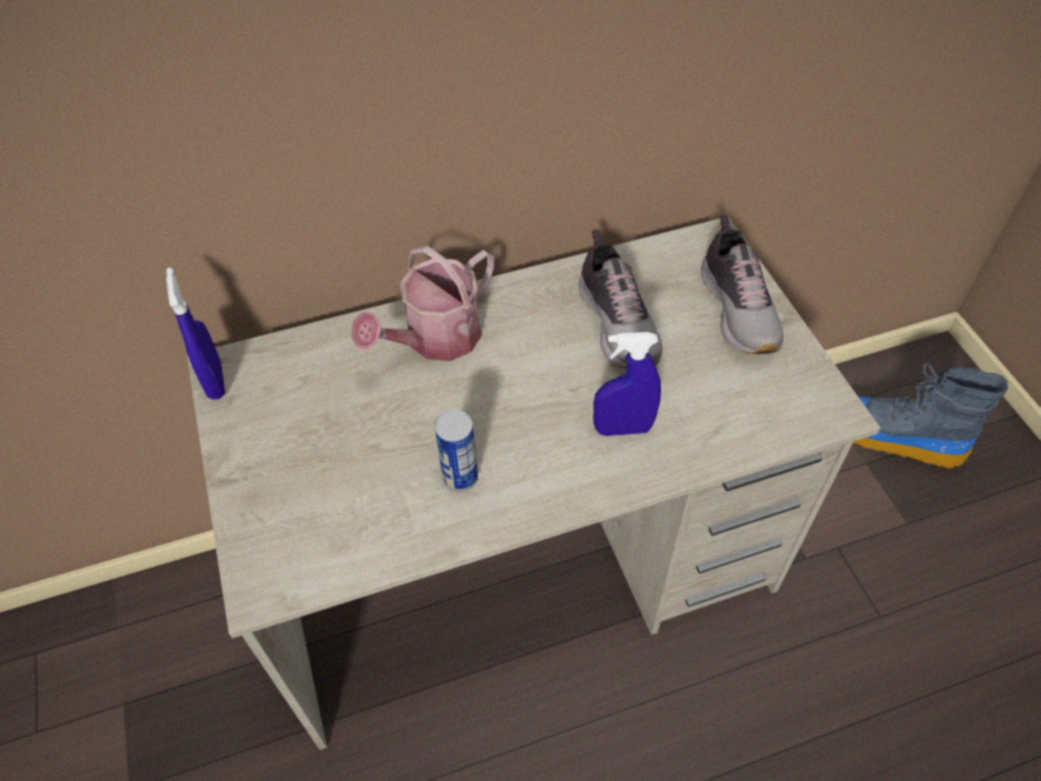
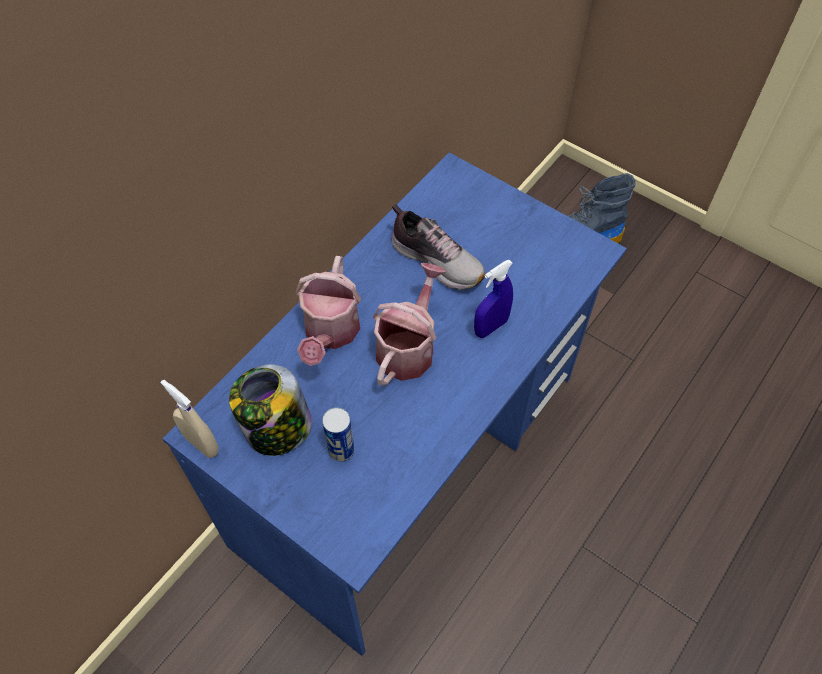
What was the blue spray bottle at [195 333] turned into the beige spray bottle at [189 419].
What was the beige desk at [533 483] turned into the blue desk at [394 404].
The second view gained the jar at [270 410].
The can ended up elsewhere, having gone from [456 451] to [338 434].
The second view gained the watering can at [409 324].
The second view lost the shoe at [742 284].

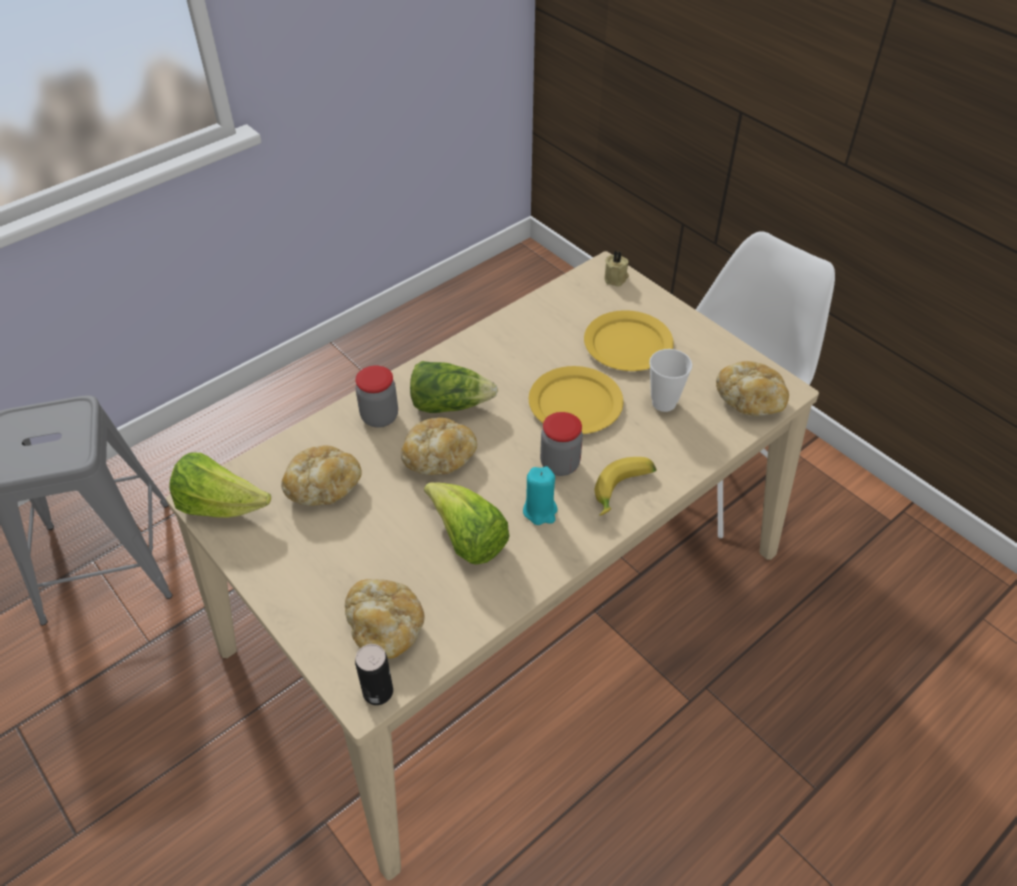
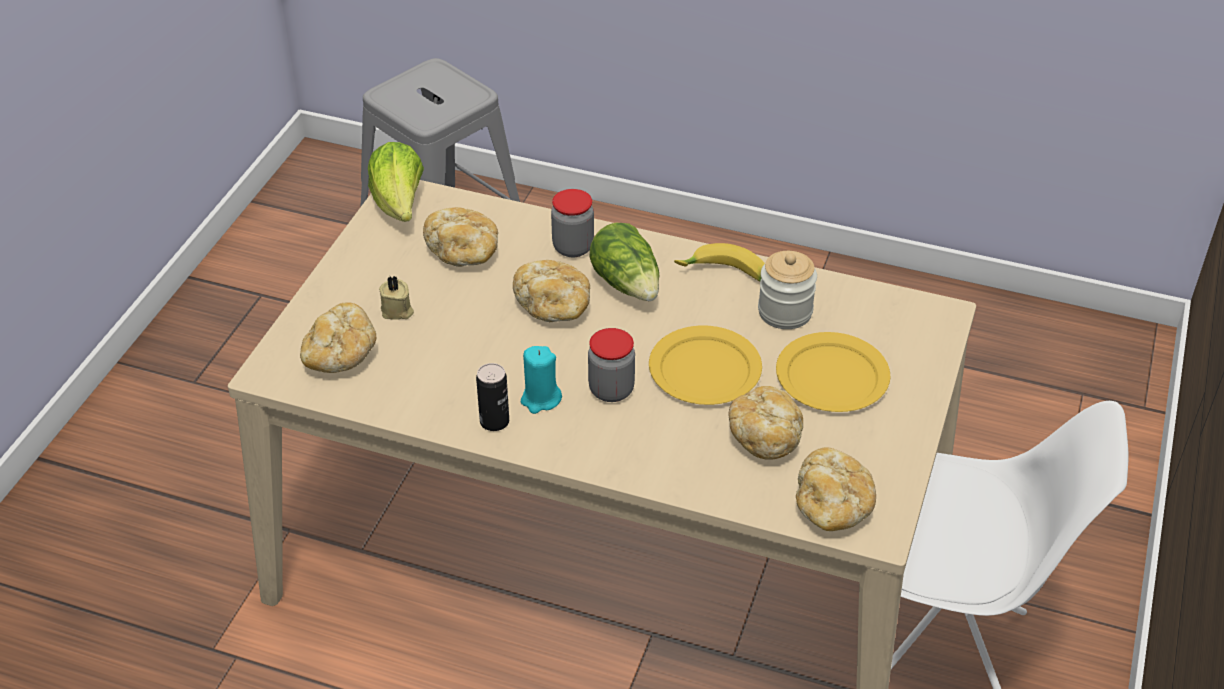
The beige candle ended up elsewhere, having gone from [616 268] to [396 297].
The can ended up elsewhere, having gone from [374 674] to [492 397].
The banana ended up elsewhere, having gone from [626 486] to [719 262].
Where the cup stood at [670 380], the bread came to stand at [766 423].
The second view gained the jar at [787 290].
The second view lost the lettuce at [467 523].

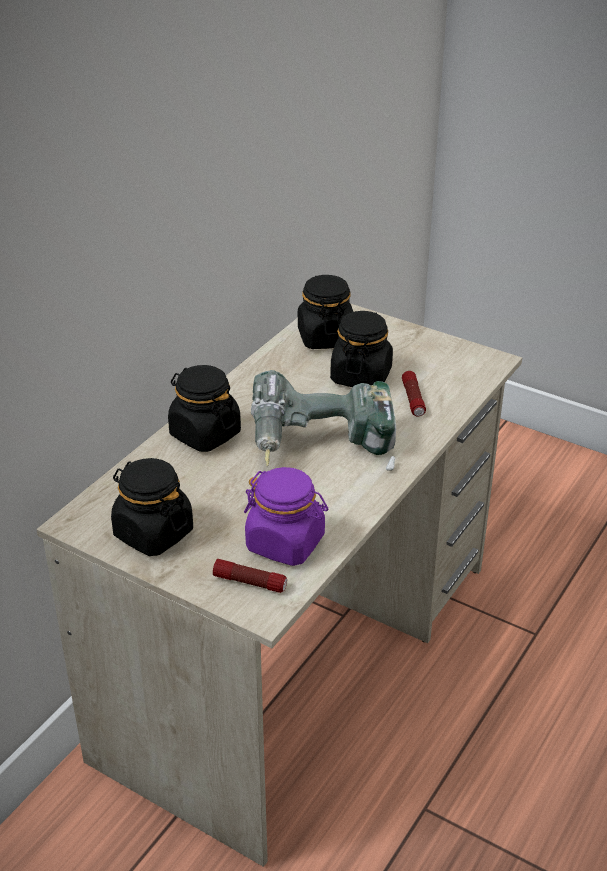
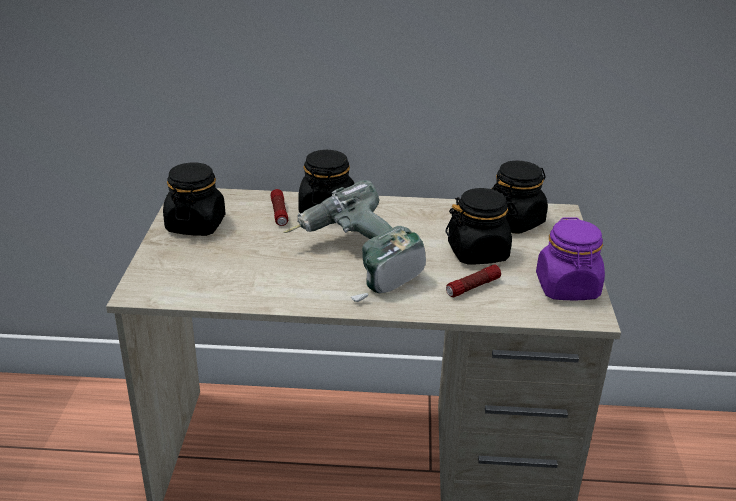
The flashlight ended up elsewhere, having gone from [250 576] to [279 207].
The purple jar ended up elsewhere, having gone from [286 516] to [570 259].

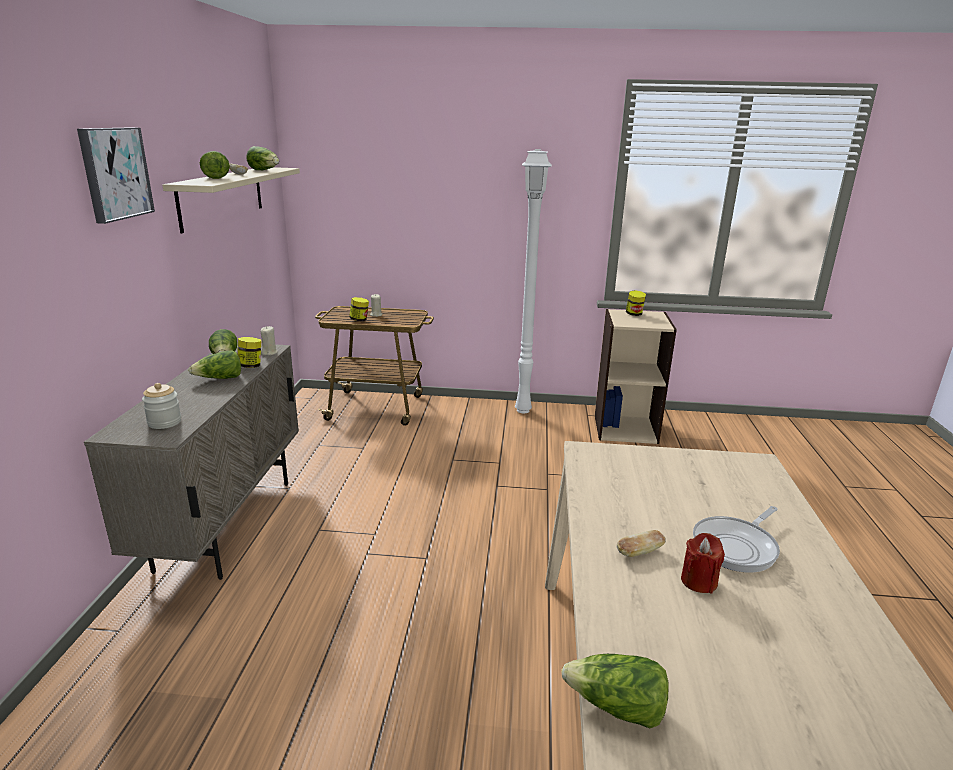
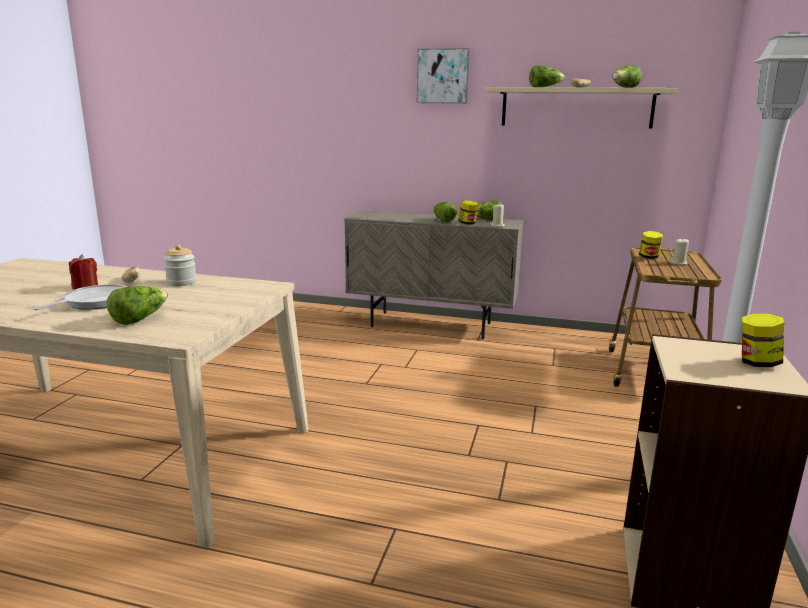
The frying pan at [736 539] ended up facing another way, 60 degrees clockwise from before.
The lettuce ended up elsewhere, having gone from [615 691] to [137 305].
The jar ended up elsewhere, having gone from [161 406] to [180 265].

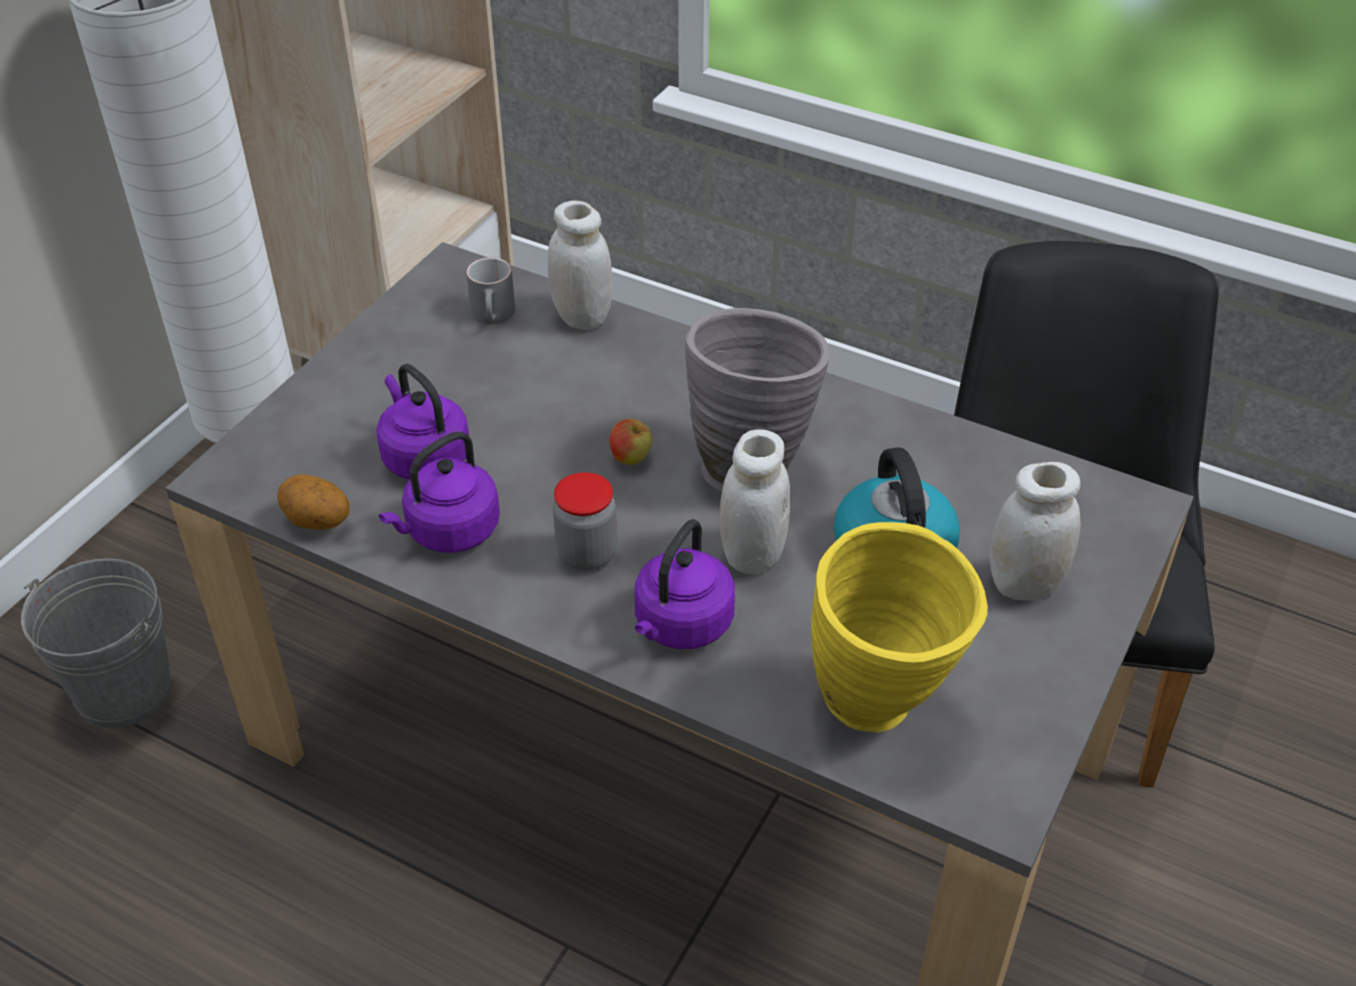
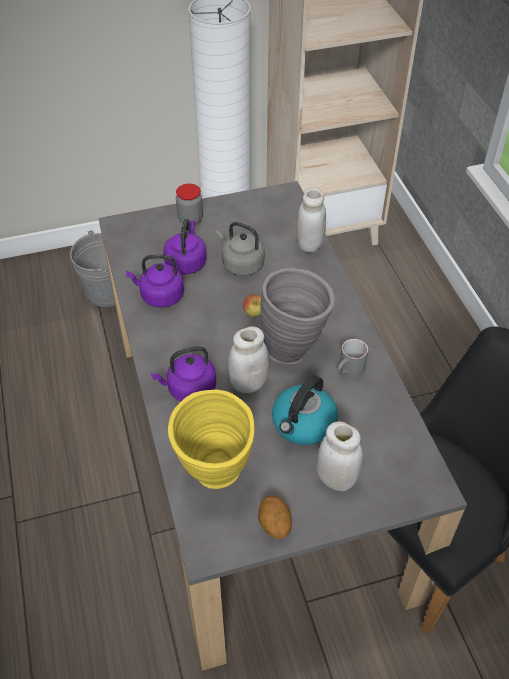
The jar ended up elsewhere, having gone from [585 521] to [189 204].
The second view gained the grey kettle at [240 249].
The potato ended up elsewhere, having gone from [313 502] to [275 517].
The grey mug ended up elsewhere, having gone from [490 290] to [352 358].

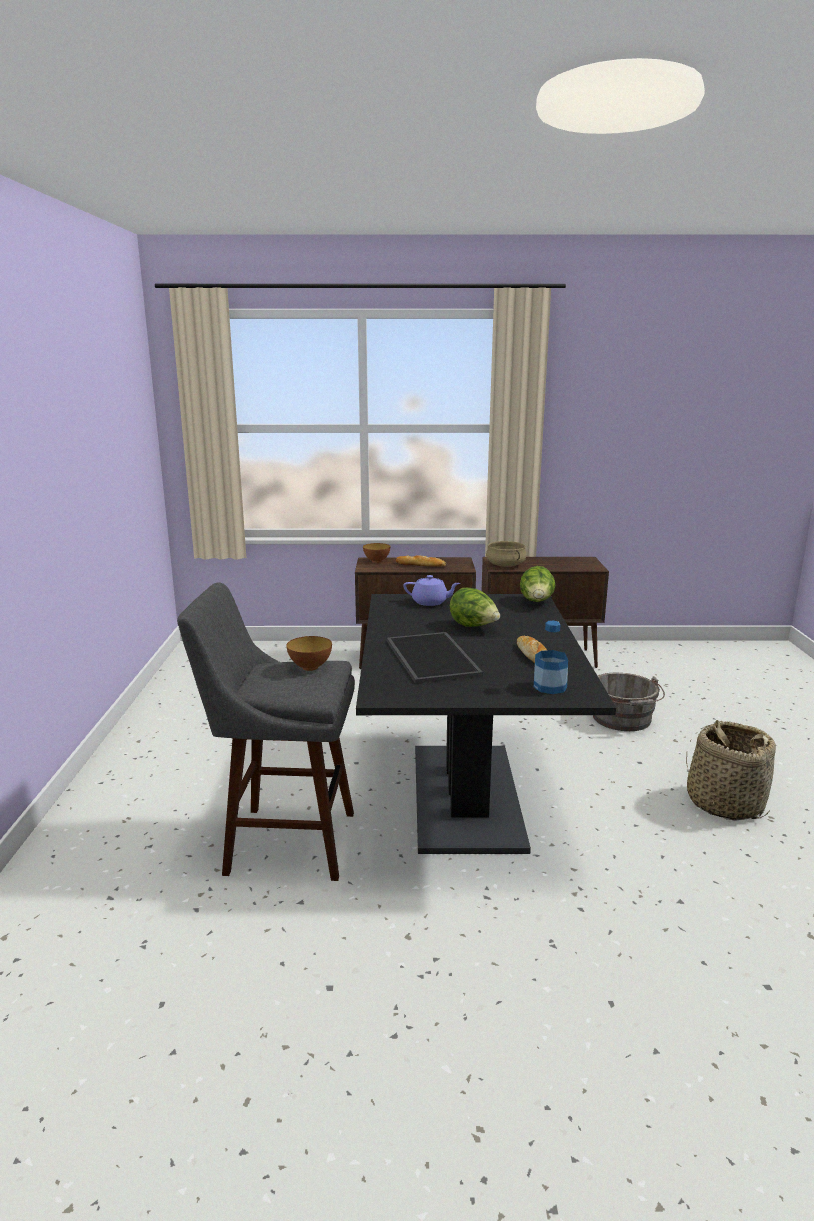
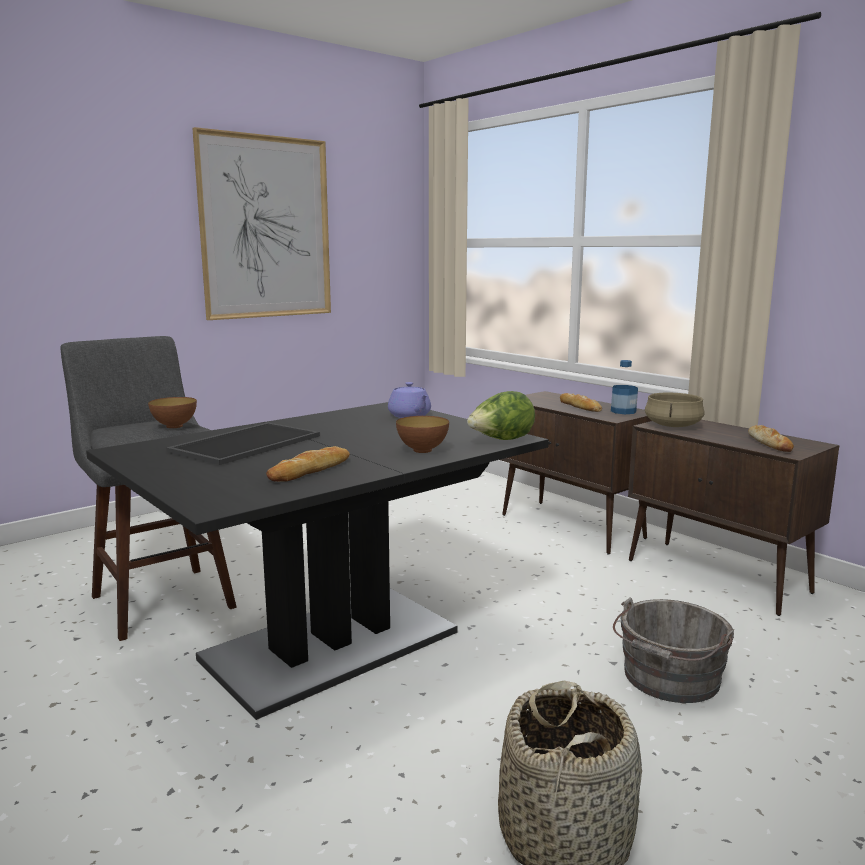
The second view gained the picture at [261 223].
The bowl ended up elsewhere, having gone from [376 553] to [422 434].
The bottle ended up elsewhere, having gone from [551 657] to [624 387].
The second view gained the bread at [771 438].
The second view lost the lettuce at [474 607].

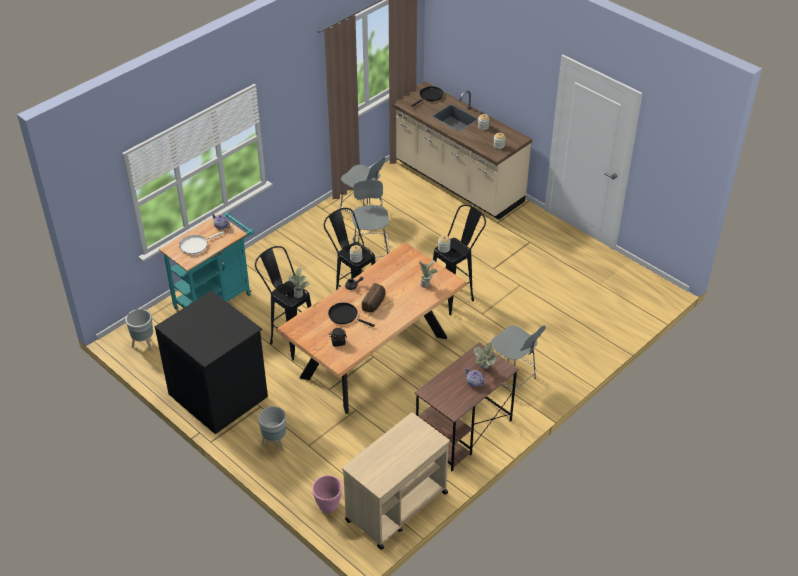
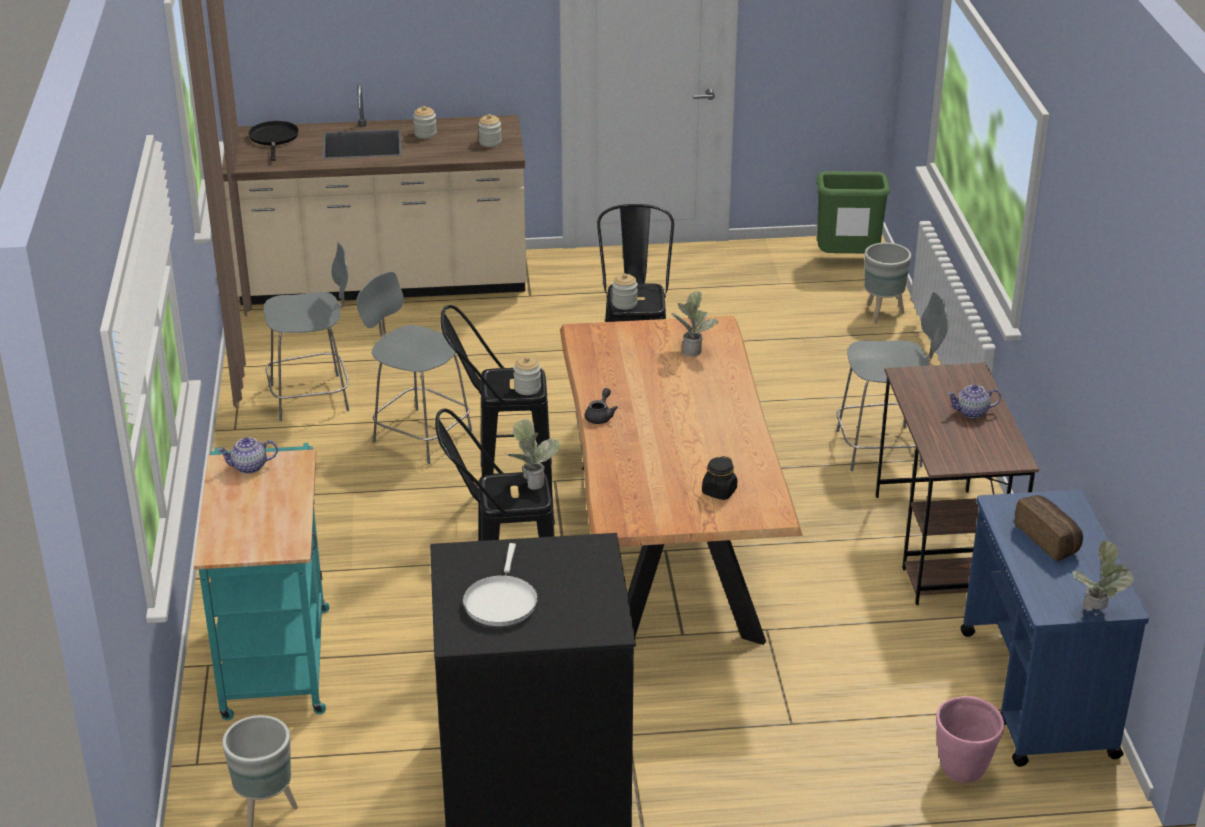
The white frying pan ended up elsewhere, having gone from [202 243] to [500 584].
The second view gained the green trash can at [853 212].
The grey planter ended up elsewhere, having gone from [272 428] to [887 283].
What was the beige cart at [396 480] turned into the blue cart at [1054 628].
The bread ended up elsewhere, having gone from [373 297] to [1049 528].
The potted plant ended up elsewhere, having gone from [485 355] to [1103 576].
The second view lost the black frying pan at [351 315].

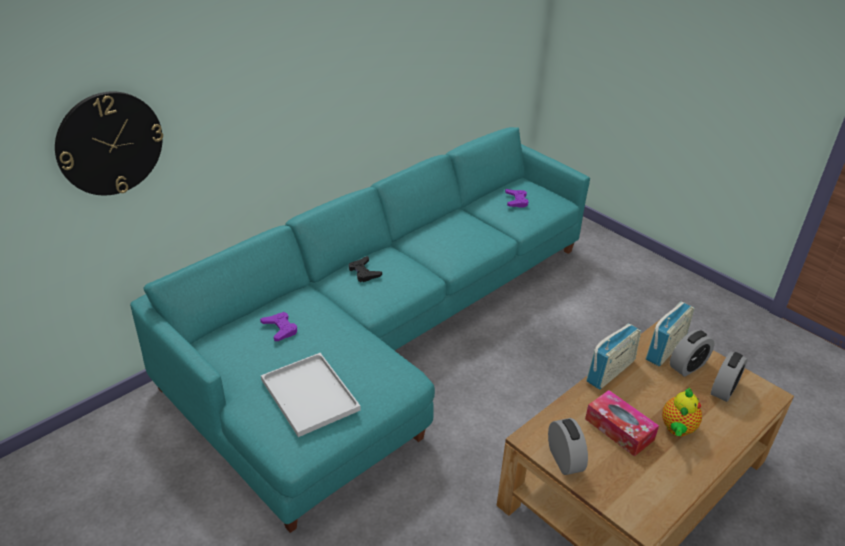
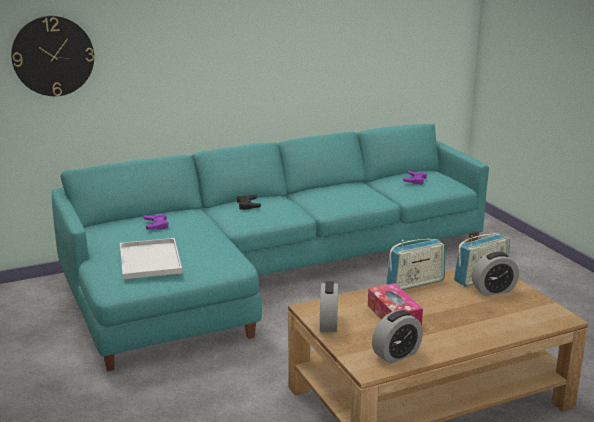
The alarm clock ended up elsewhere, having gone from [729 376] to [397 337].
The second view lost the teapot at [682 411].

